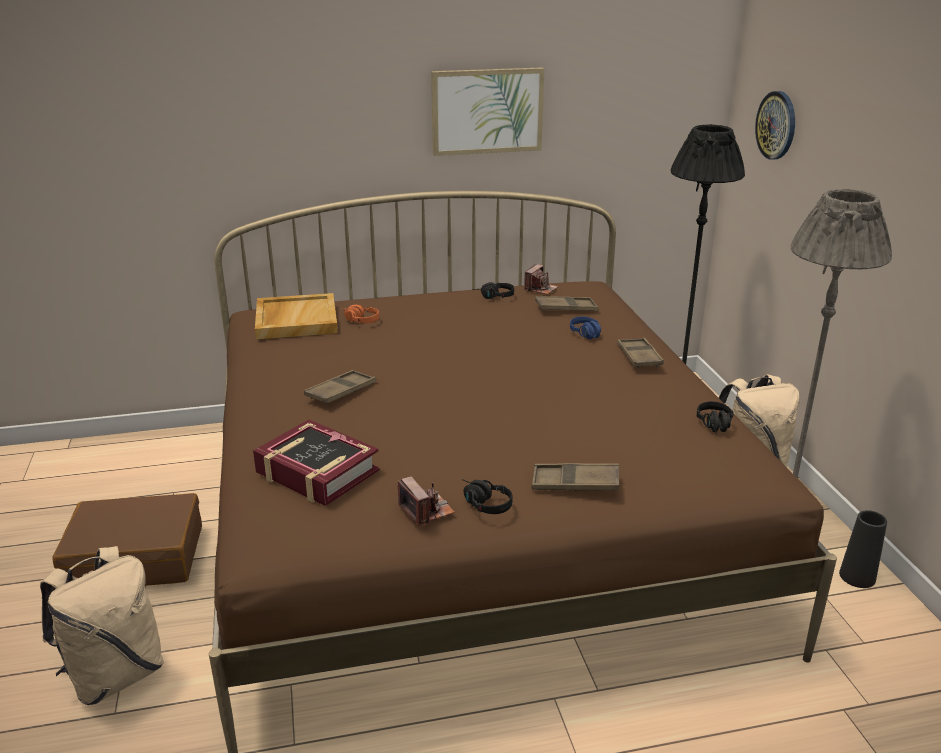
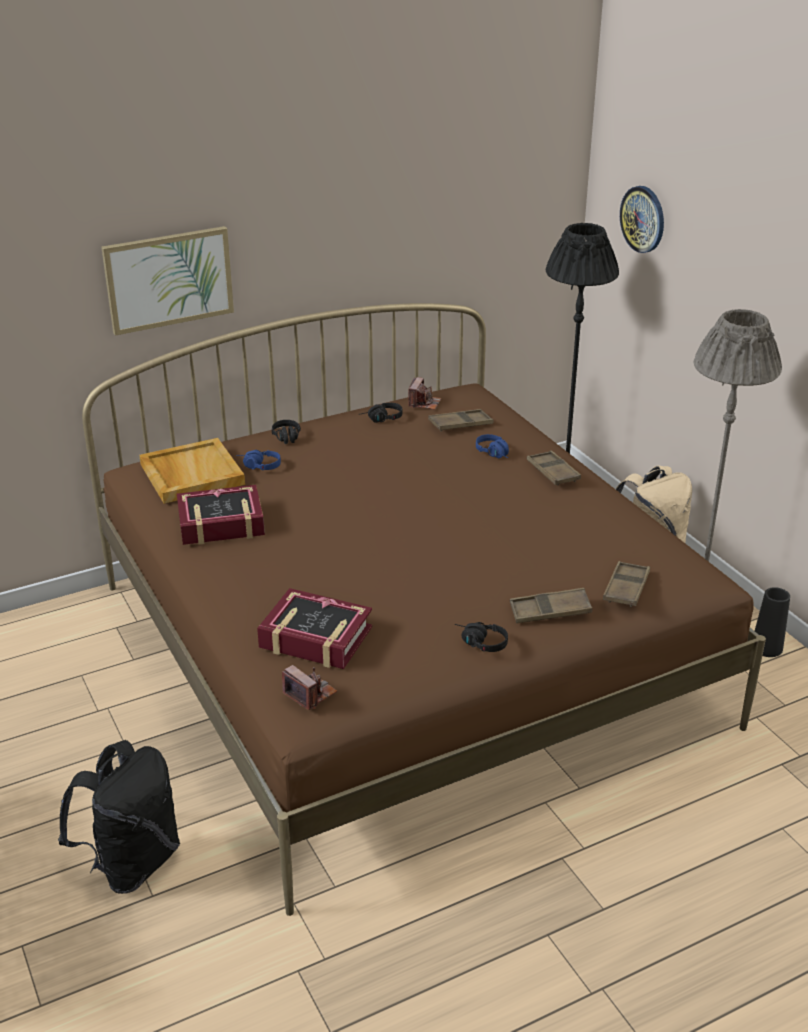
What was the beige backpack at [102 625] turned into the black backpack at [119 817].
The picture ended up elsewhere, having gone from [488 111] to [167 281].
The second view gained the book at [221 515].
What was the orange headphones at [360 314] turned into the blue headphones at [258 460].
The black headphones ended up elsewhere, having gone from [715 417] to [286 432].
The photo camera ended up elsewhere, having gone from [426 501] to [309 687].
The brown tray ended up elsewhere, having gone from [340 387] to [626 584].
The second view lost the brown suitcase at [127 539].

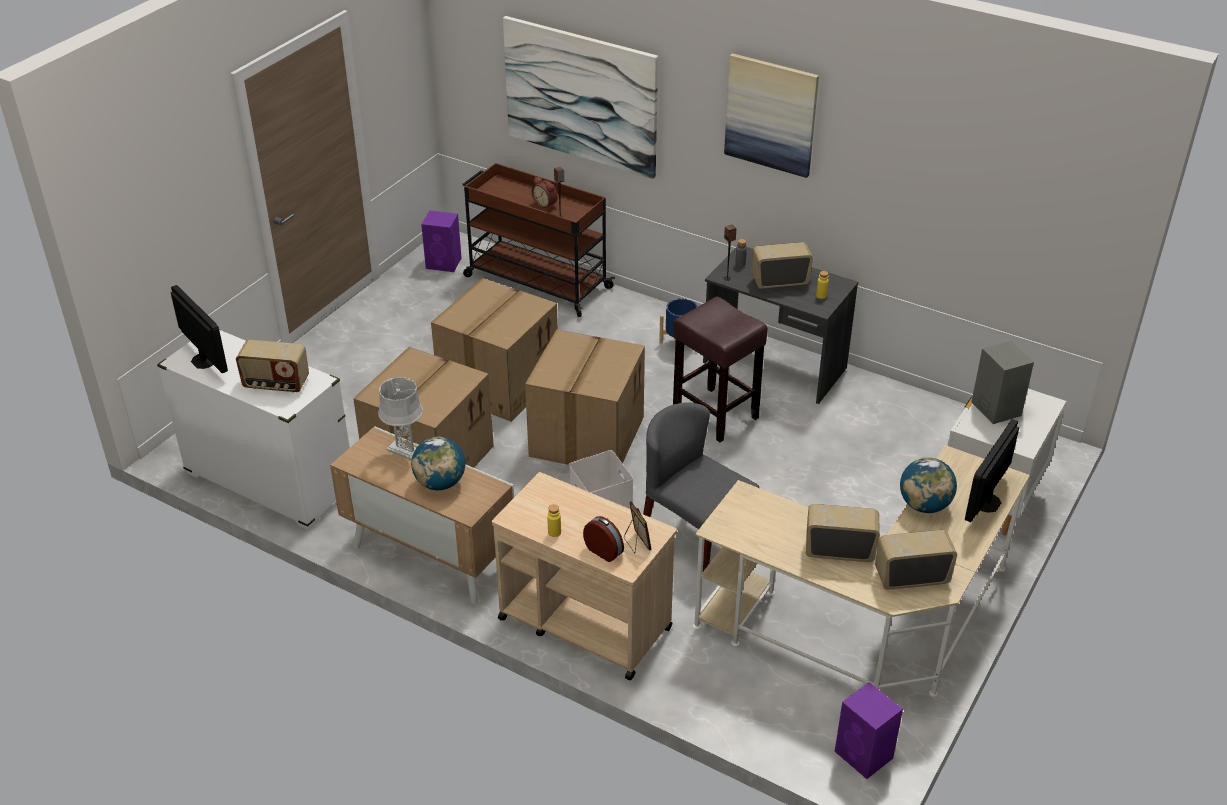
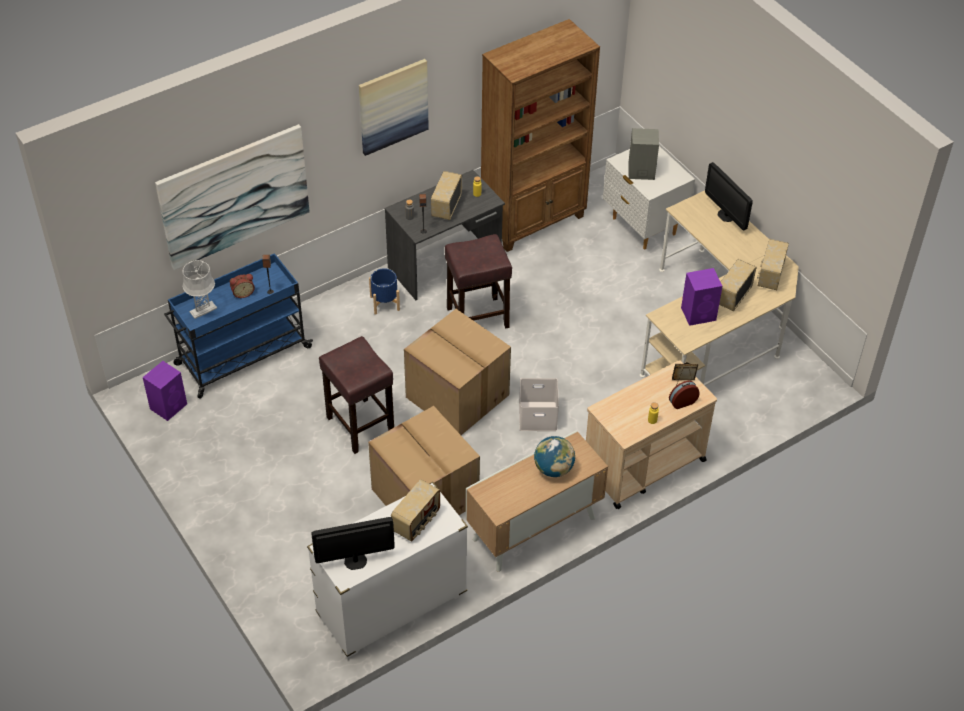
What was the brown cart at [539 240] turned into the blue cart at [238 326].
The grey table lamp ended up elsewhere, having gone from [400 418] to [199 289].
Where the cardboard box stood at [494 350], the brown stool came to stand at [356 395].
The second view gained the brown bookcase at [540 135].
The purple speaker ended up elsewhere, having gone from [869 730] to [701 297].
The second view lost the grey chair at [701 486].
The second view lost the globe at [928 485].

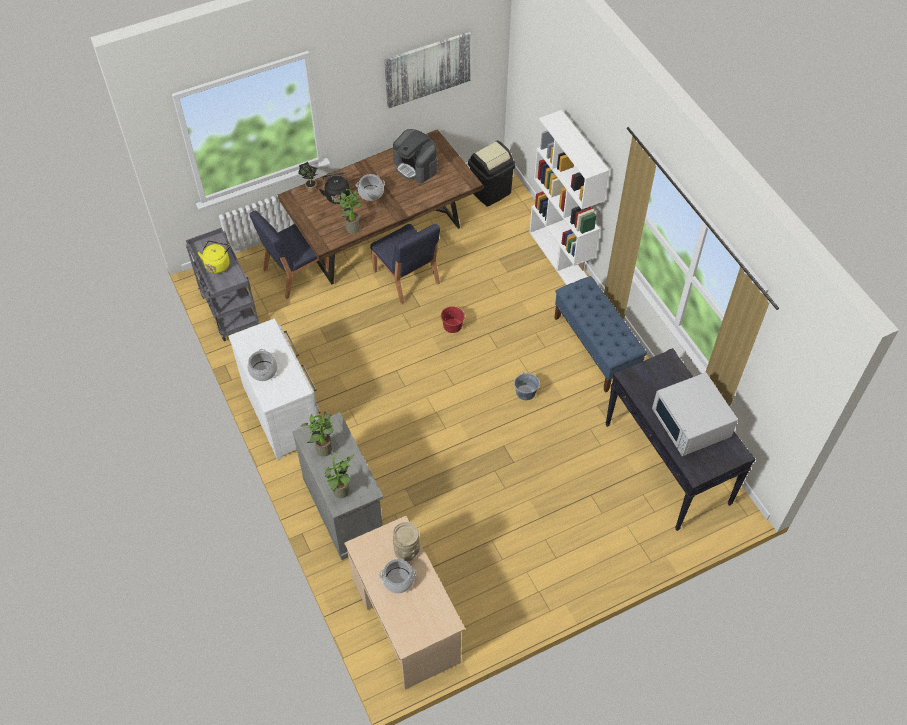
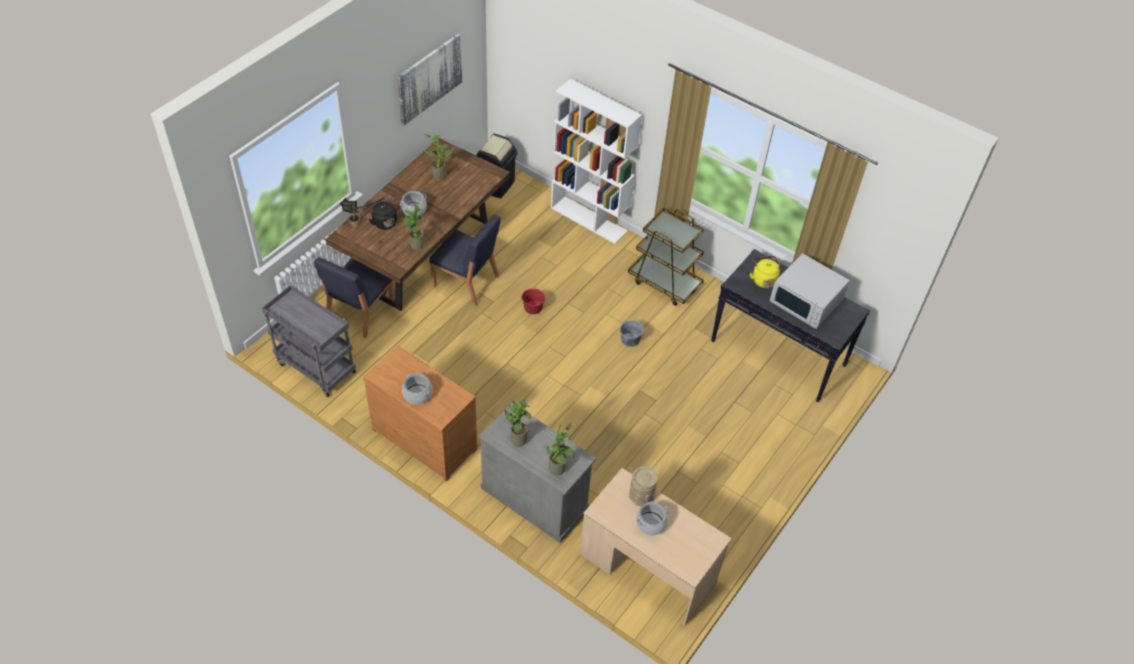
What was the white dresser at [274 389] turned into the brown dresser at [420 413].
Where the coffee machine stood at [415 156], the potted plant came to stand at [438 156].
Where the blue bench stood at [600 334], the brown cart came to stand at [666 257].
The yellow kettle ended up elsewhere, having gone from [213 257] to [765 272].

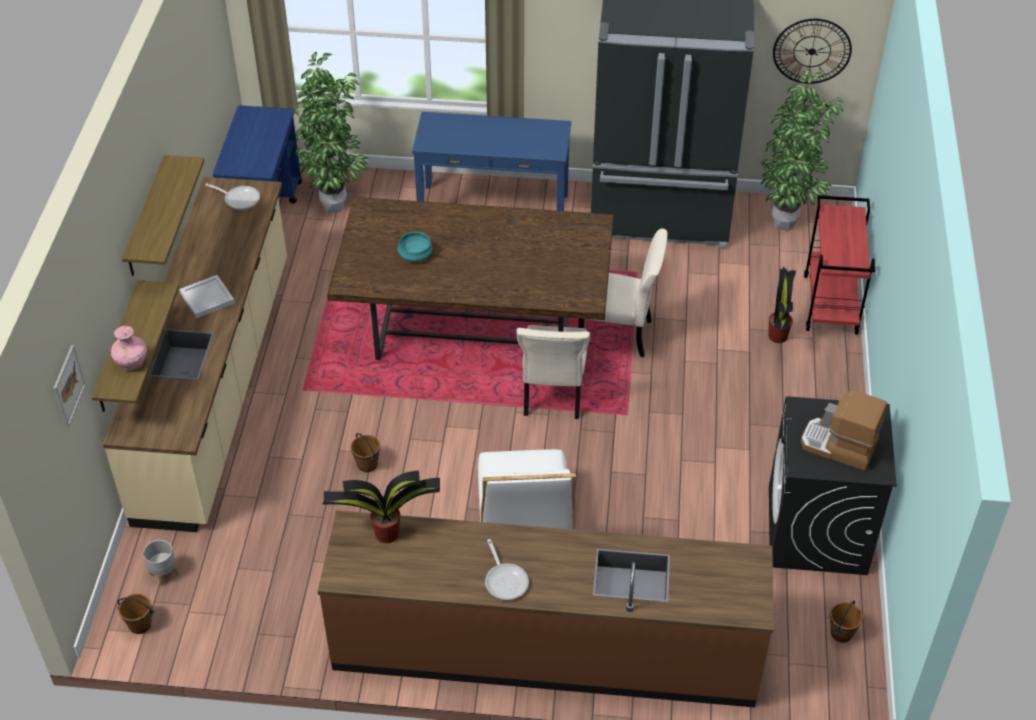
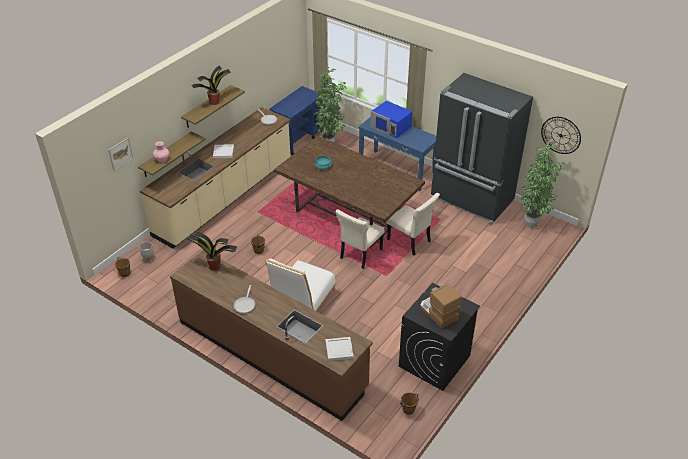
The potted plant ended up elsewhere, having gone from [782 305] to [211 85].
The second view gained the white tray at [340 349].
The second view gained the blue microwave at [391 119].
The second view lost the red cart at [839 265].

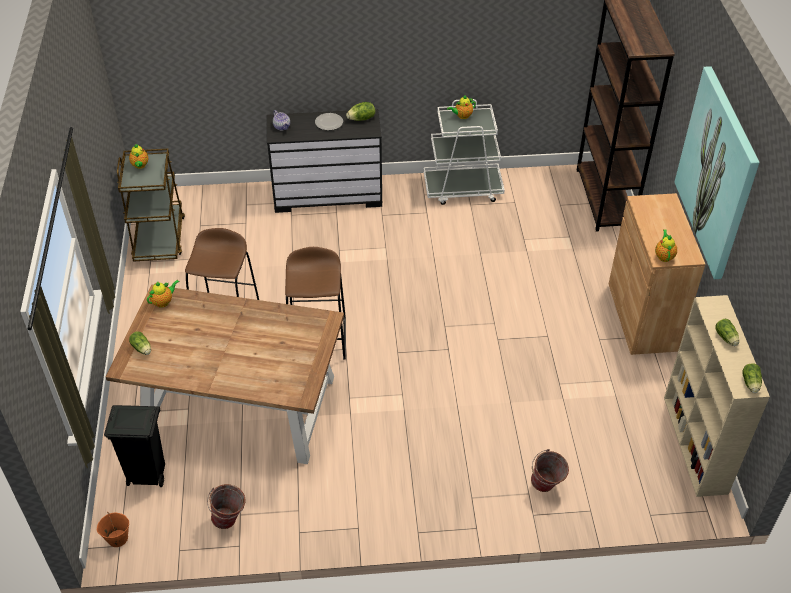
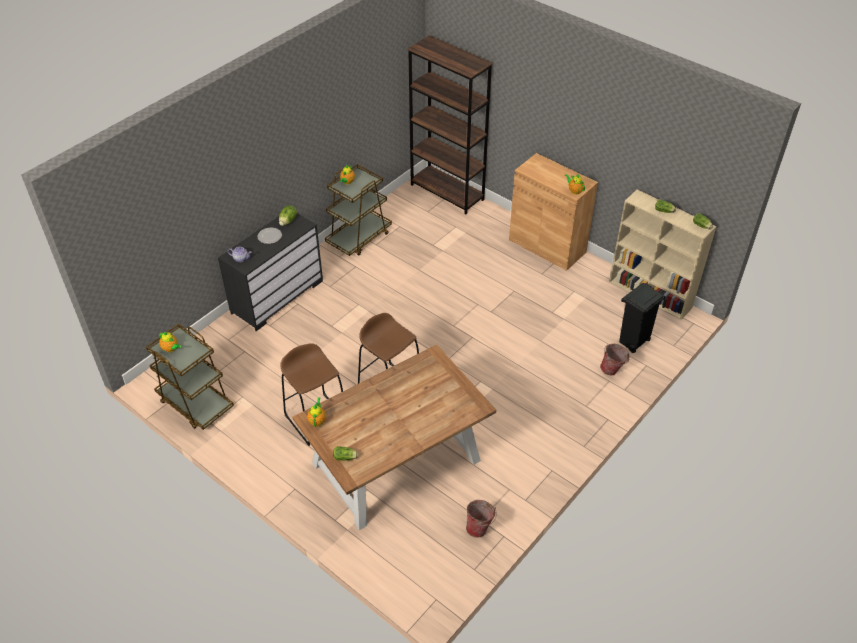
What was the white cart at [464 152] turned into the brown cart at [358 210].
The black trash can ended up elsewhere, having gone from [134 446] to [642 318].
The second view lost the orange bucket at [113 529].
The second view lost the picture at [717 172].

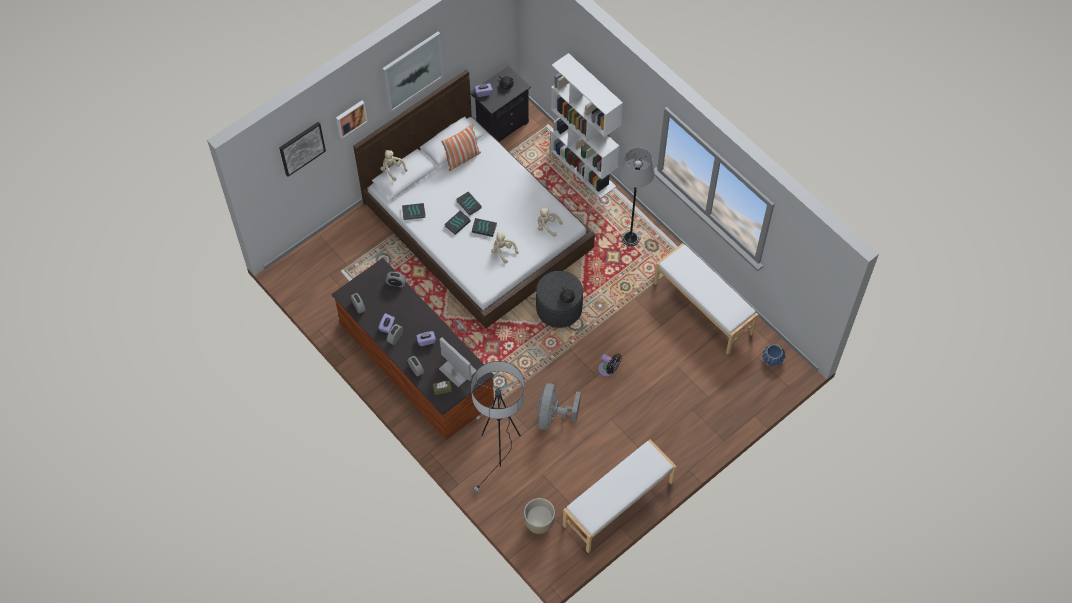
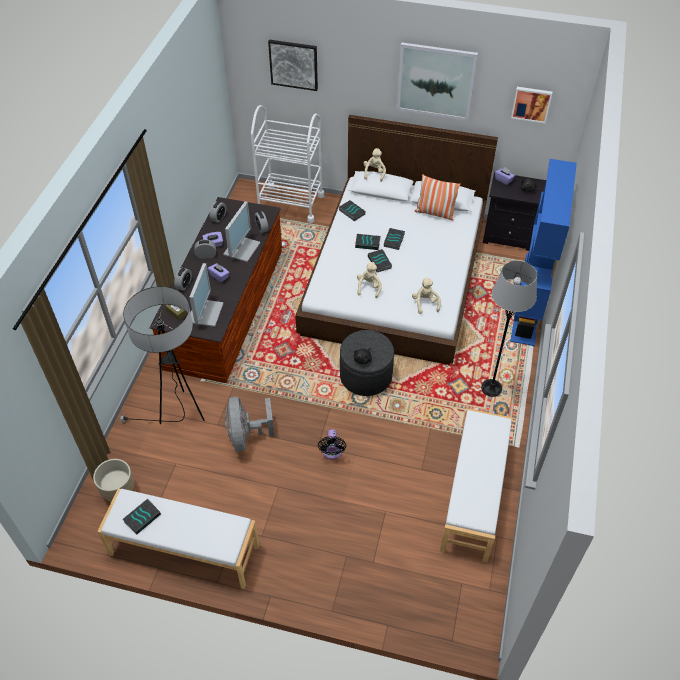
The second view gained the book at [142 516].
The second view gained the monitor at [241 231].
The grey fan at [559 406] ended up facing another way, 75 degrees counterclockwise from before.
The second view gained the white cart at [287 164].
What was the white bookcase at [586 125] turned into the blue bookcase at [543 253].
The picture ended up elsewhere, having gone from [352 119] to [531 105].
The second view lost the blue planter at [774 355].

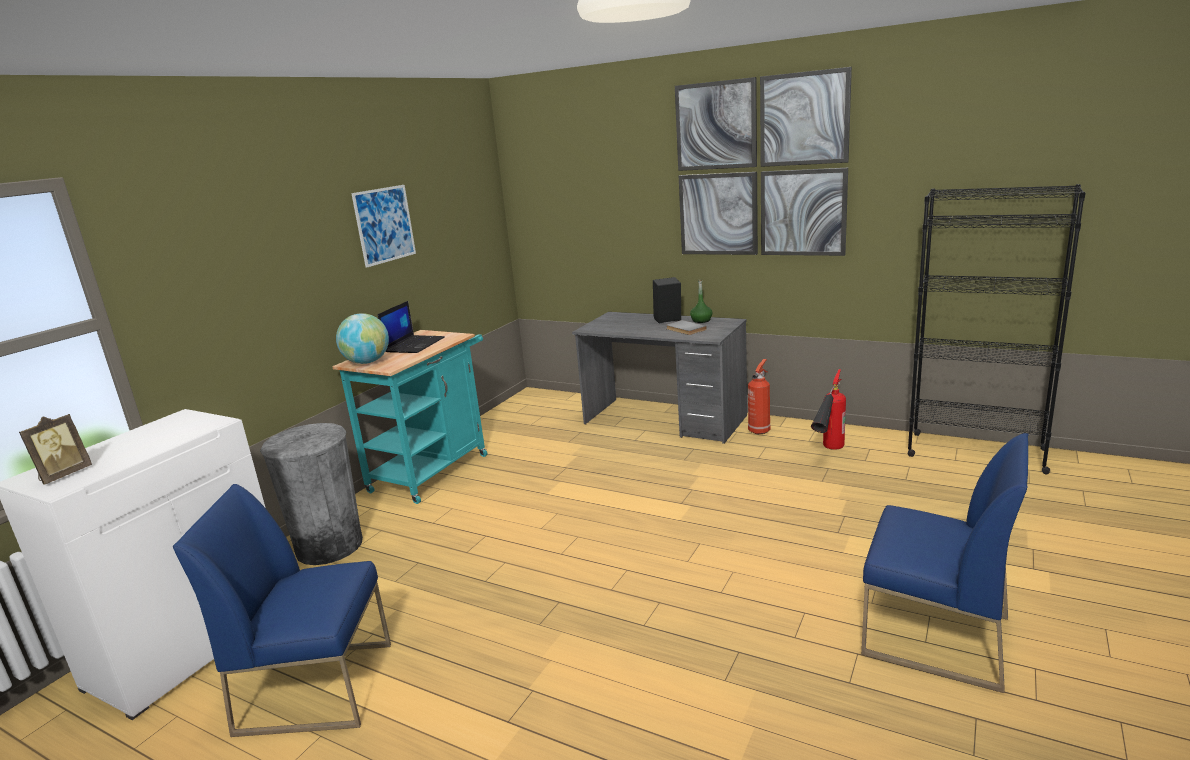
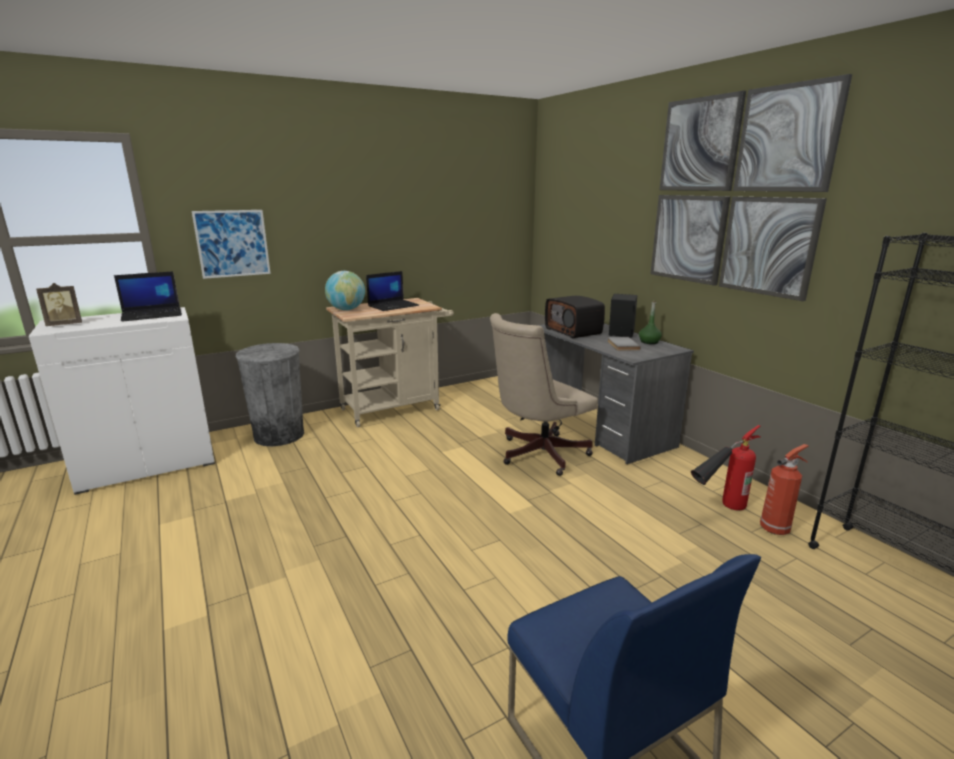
The second view gained the laptop at [148 296].
The picture ended up elsewhere, having gone from [383 226] to [231 244].
What was the turquoise cart at [410 417] turned into the beige cart at [390 363].
The second view gained the beige office chair at [544 394].
The second view gained the radio at [575 317].
The fire extinguisher ended up elsewhere, having gone from [759 396] to [784 489].
The second view lost the blue chair at [282 610].

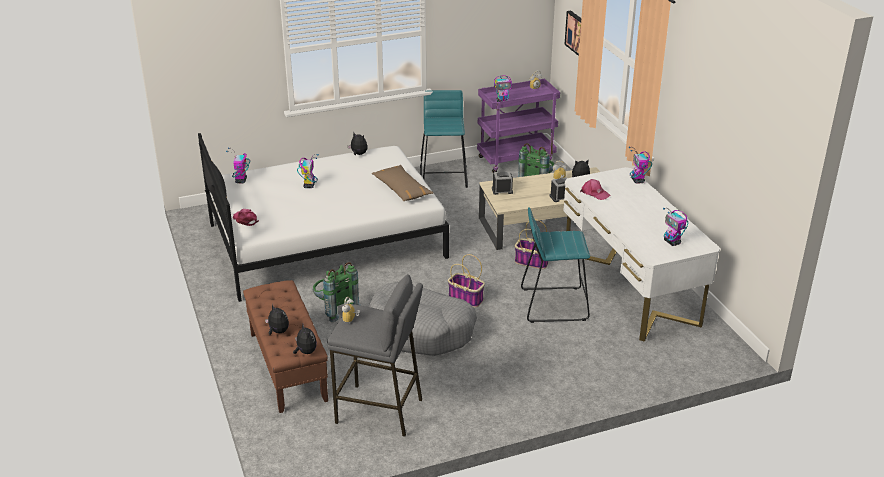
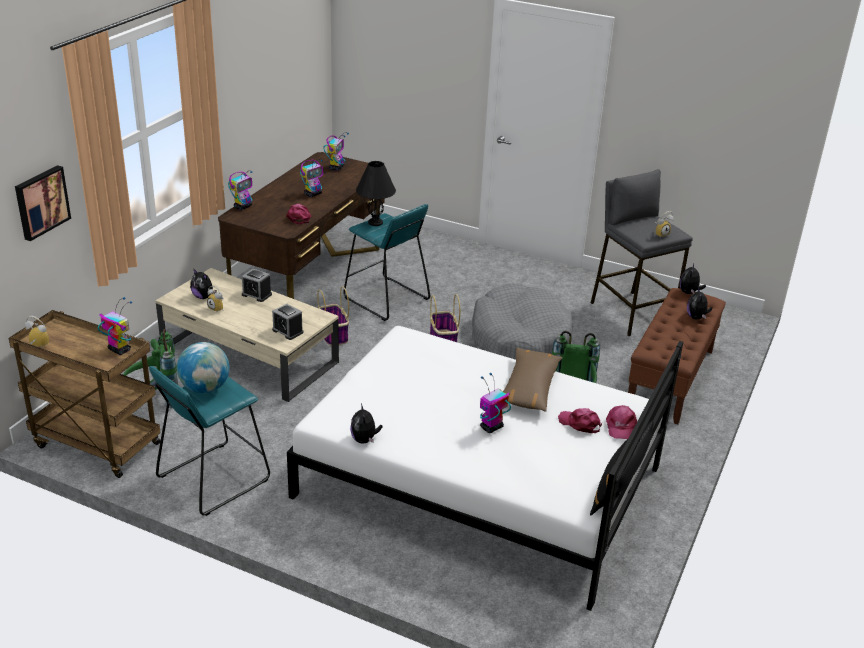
What was the purple cart at [518 126] turned into the brown cart at [85 394].
The second view gained the globe at [203 368].
What was the white desk at [641 254] turned into the brown desk at [301 225].
The toy robot ended up elsewhere, having gone from [238 165] to [311 178].
The second view gained the black table lamp at [376 193].
The brown pillow ended up elsewhere, having gone from [403 183] to [533 379].
The second view gained the pink cap at [580 420].

